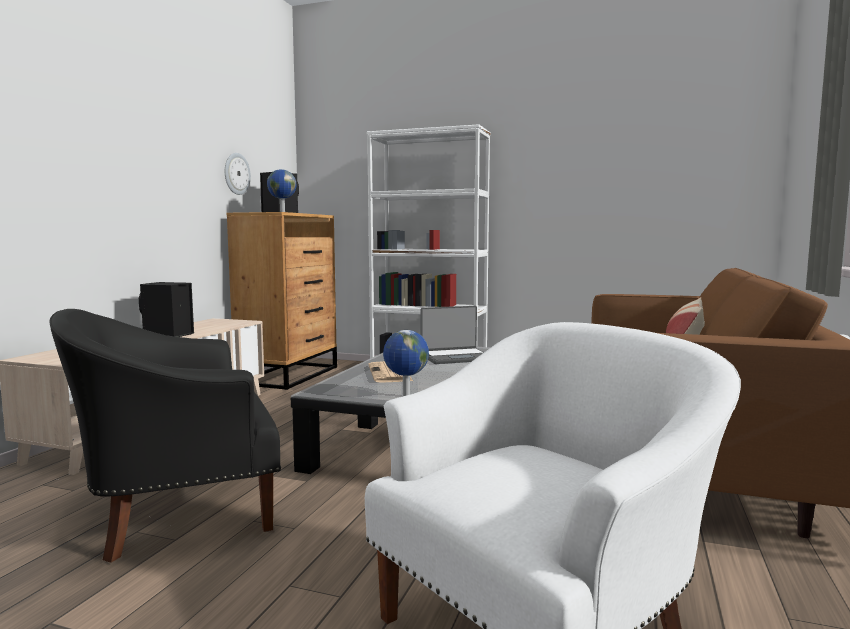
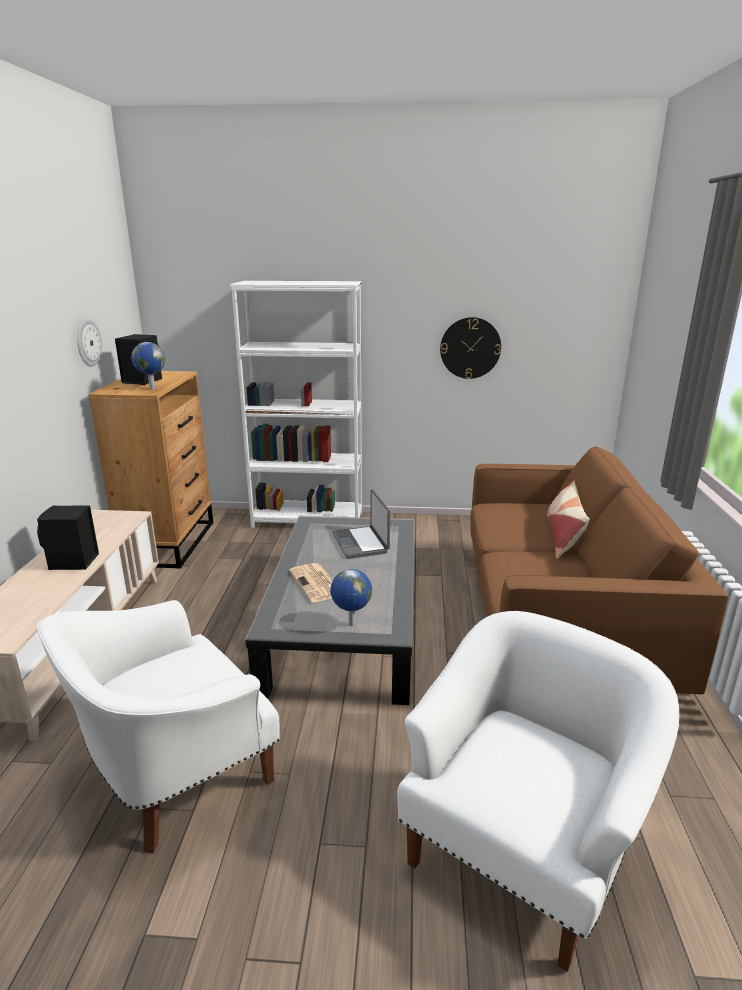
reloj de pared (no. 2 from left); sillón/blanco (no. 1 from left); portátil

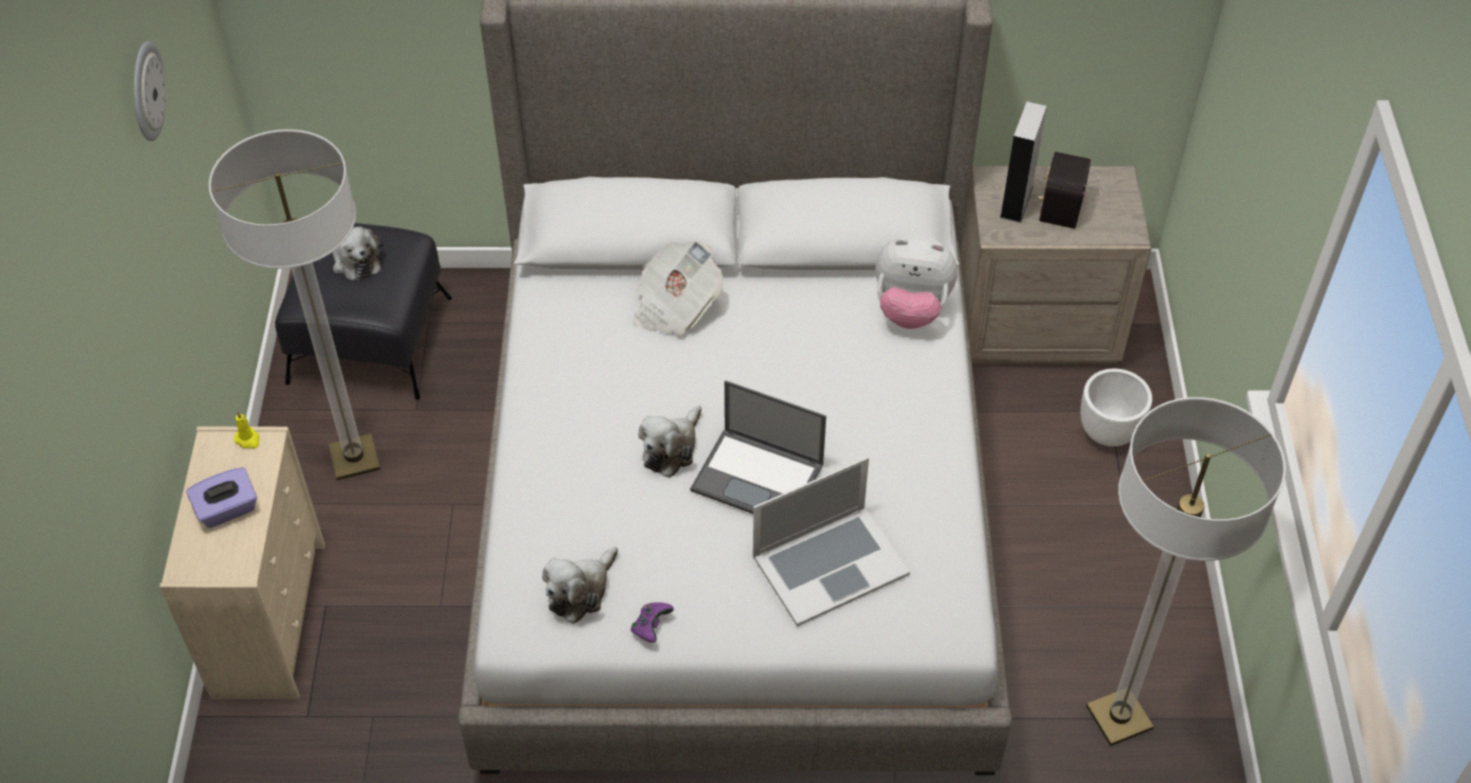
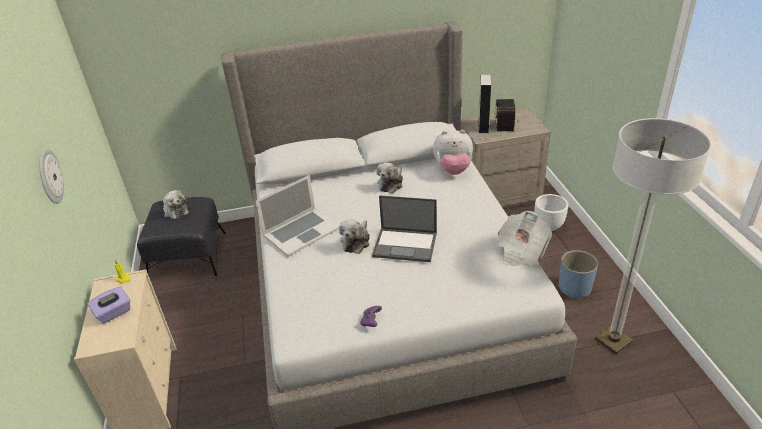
lámpara de pie (no. 1 from left in the first image); maceta/azul; reloj de pared; peluche (no. 3 from left); periódico; portátil (no. 1 from left)

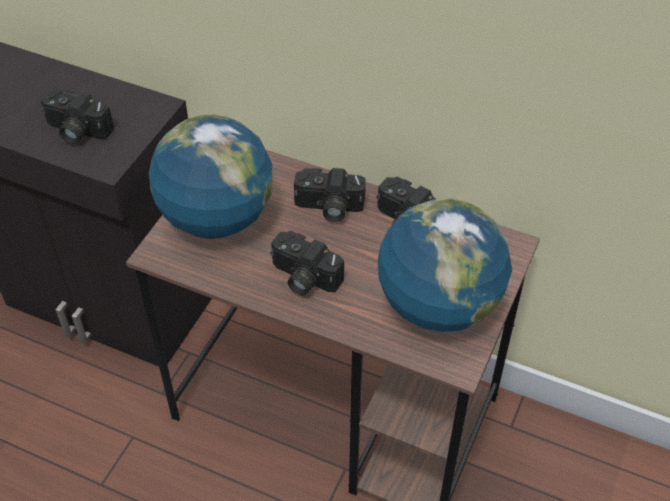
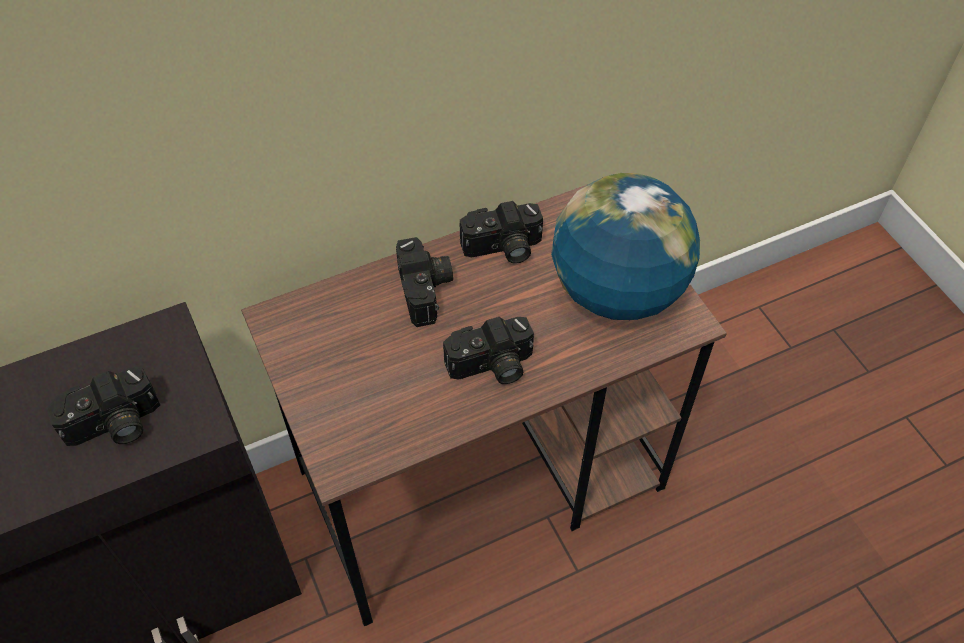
globo terráqueo (no. 1 from left in the first image); cámara (no. 2 from left)

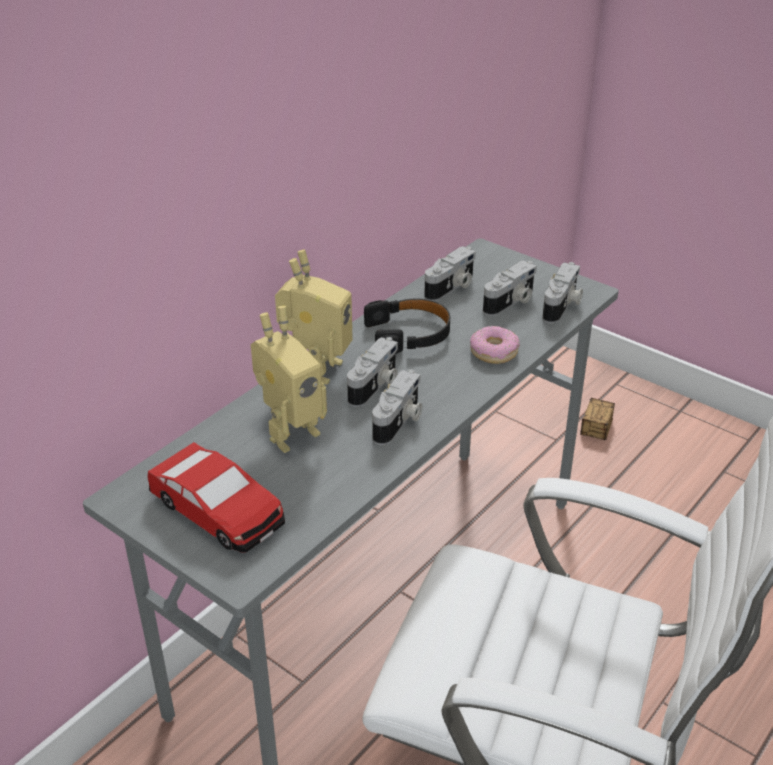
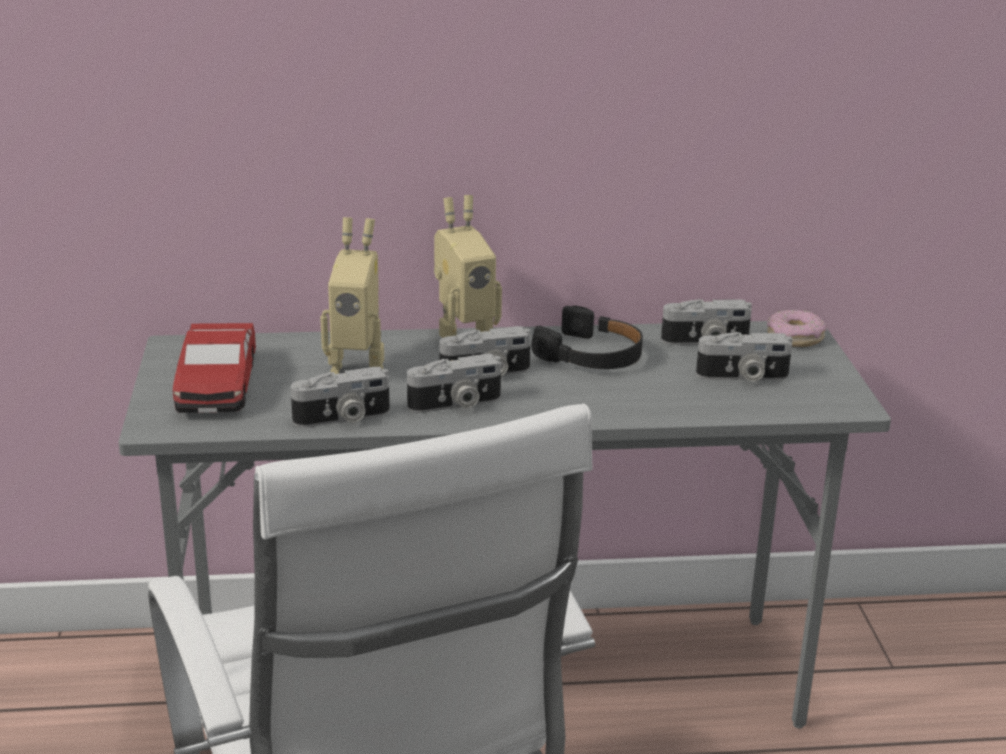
caja de almacenaje; rosquilla; cámara (no. 1 from left)

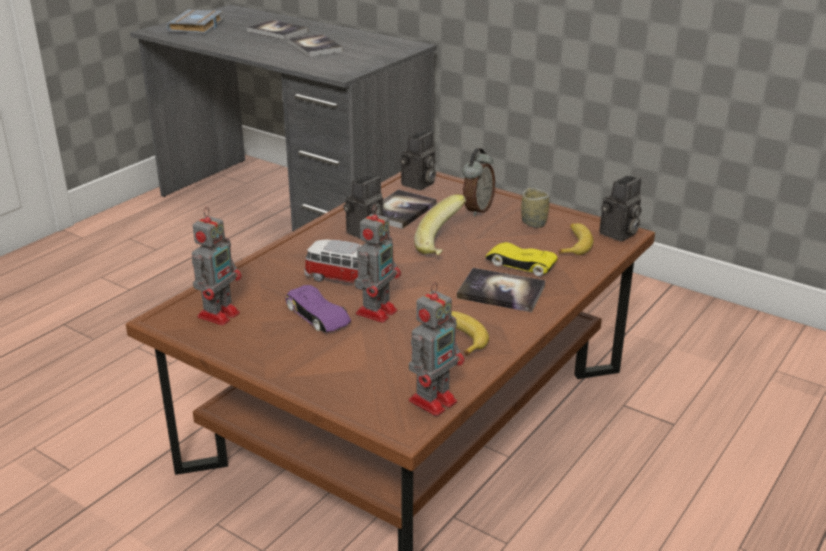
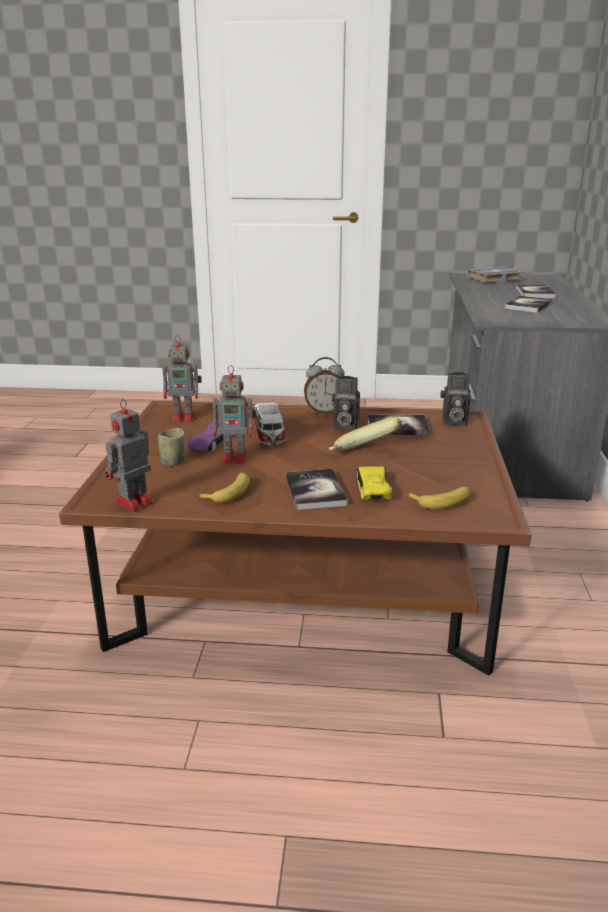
cámara (no. 3 from left in the first image); despertador; taza; robot de juguete (no. 1 from left)

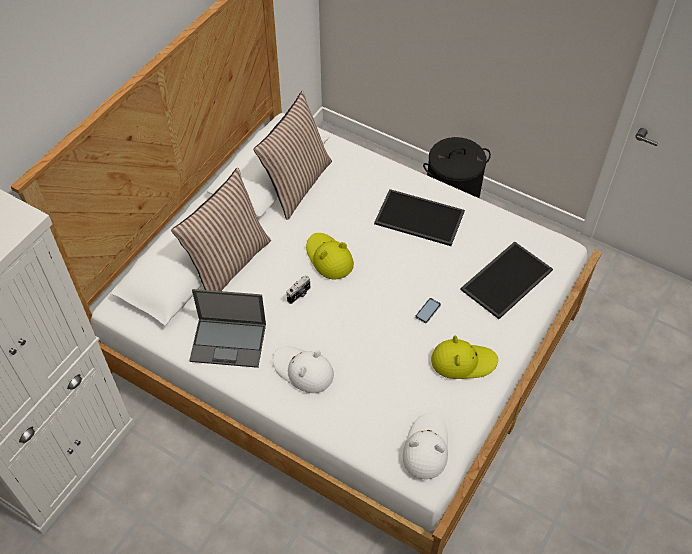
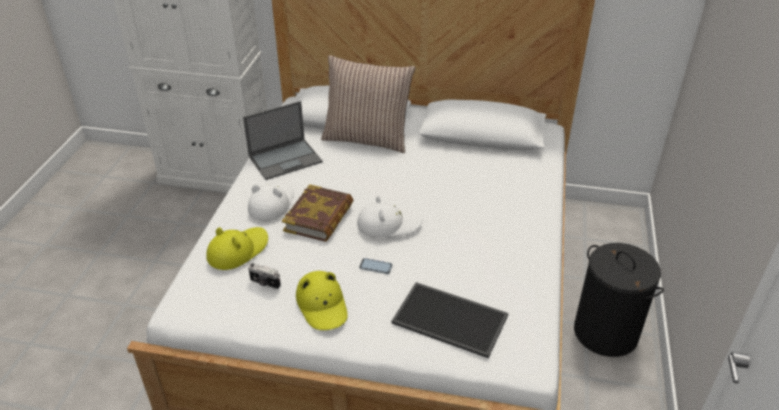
cojín (no. 2 from left in the first image); bandeja (no. 1 from left in the first image); libro; cámara; sombrero/amarillo (no. 1 from left); sombrero/blanco (no. 2 from left); portátil

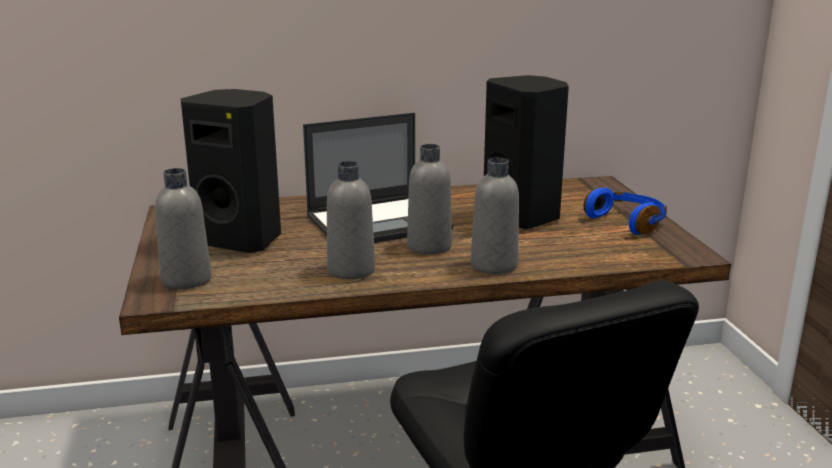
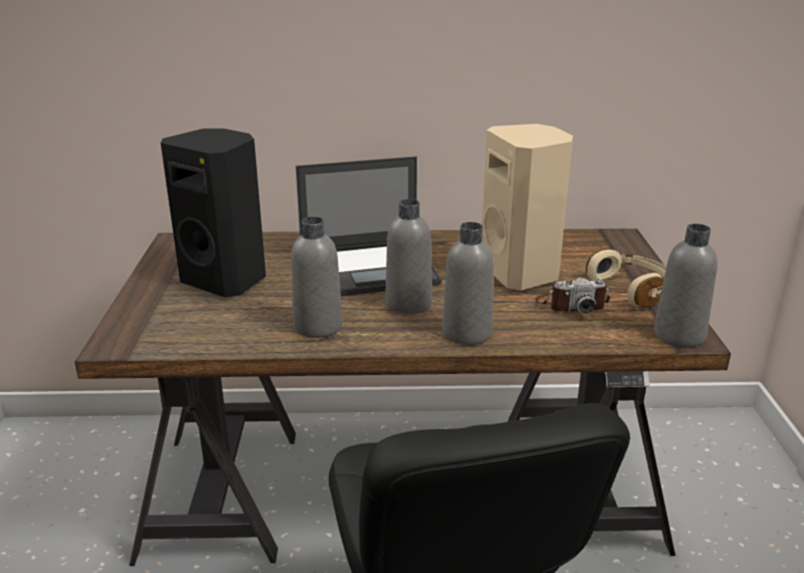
cámara; botella/gris (no. 4 from left); altavoz/beis; auriculares/beis

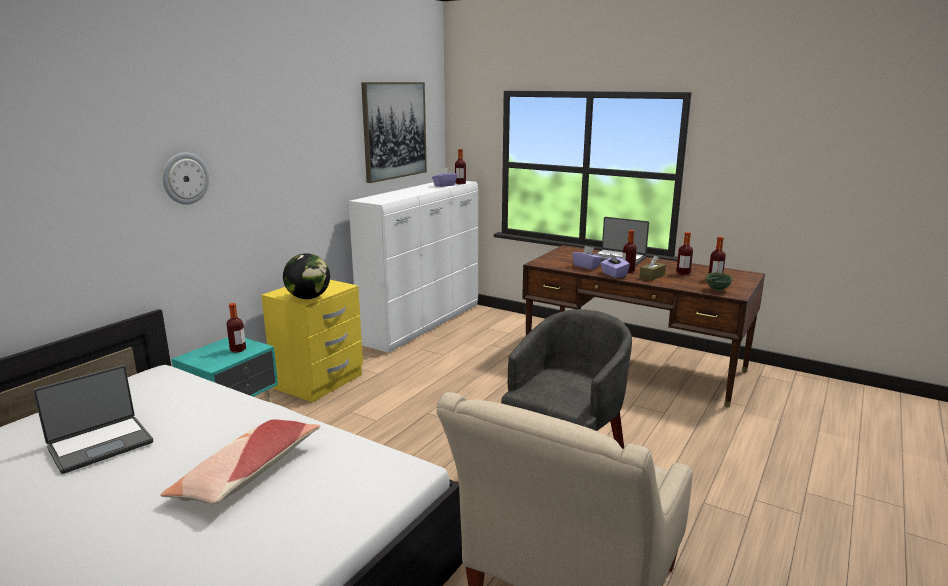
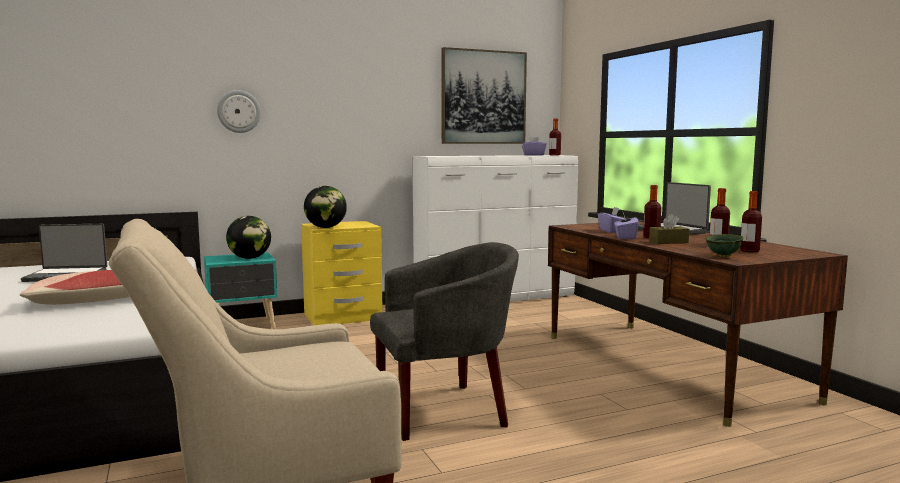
globo terráqueo (no. 1 from left)

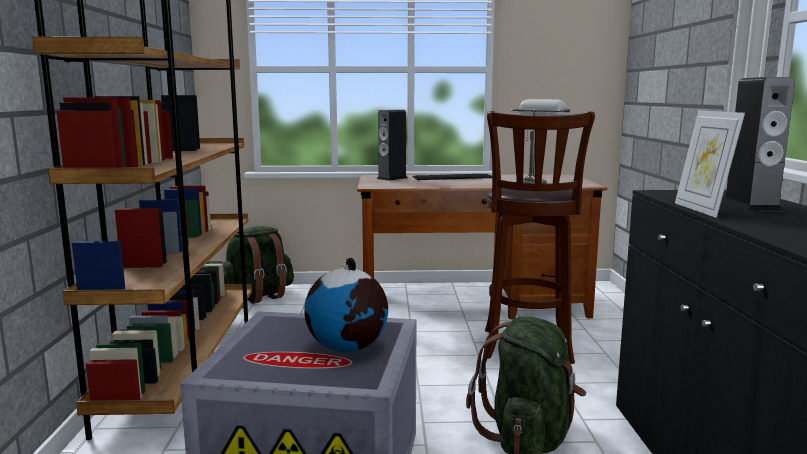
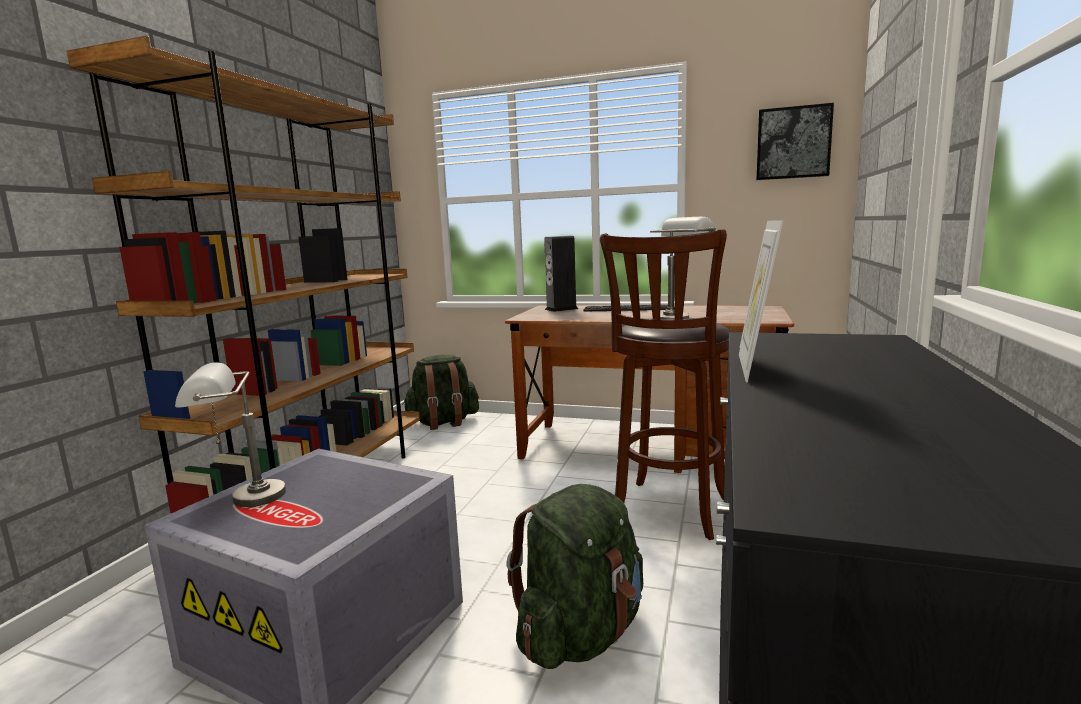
globo terráqueo; altavoz (no. 2 from left in the first image); lámpara de mesa/gris (no. 1 from left); cuadro

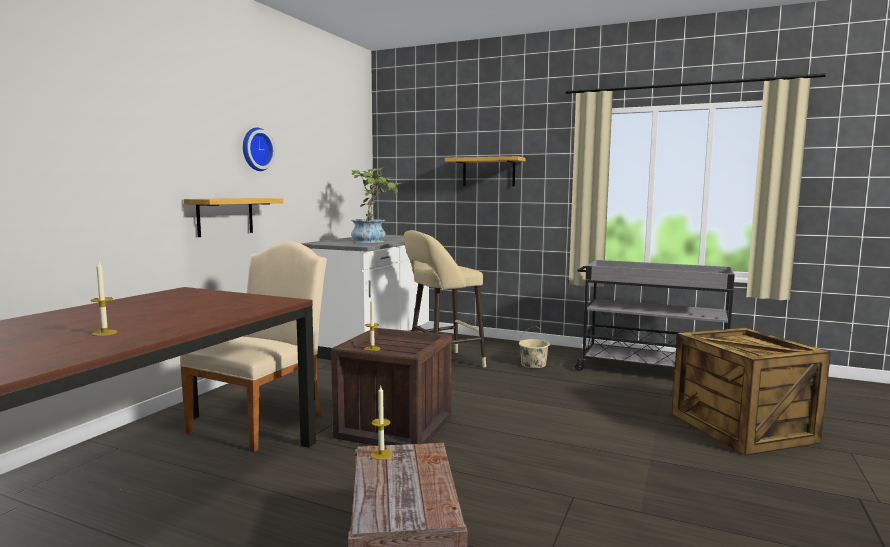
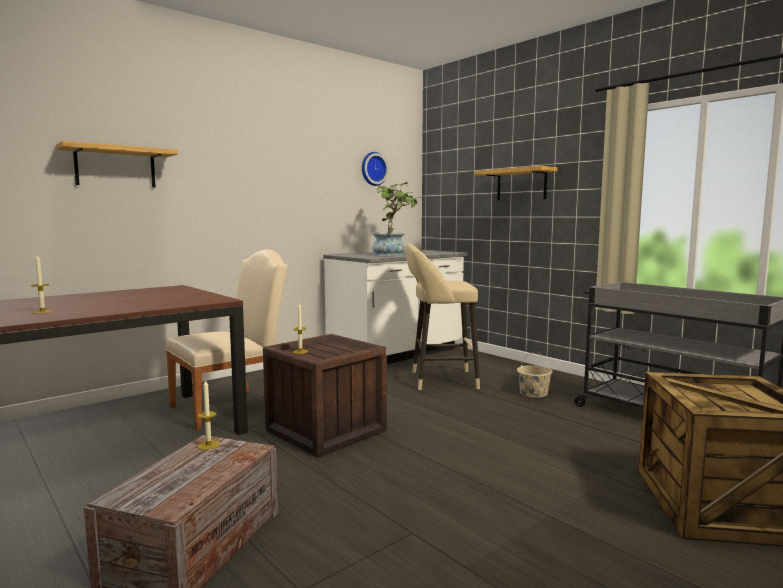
estante (no. 1 from left); reloj de pared

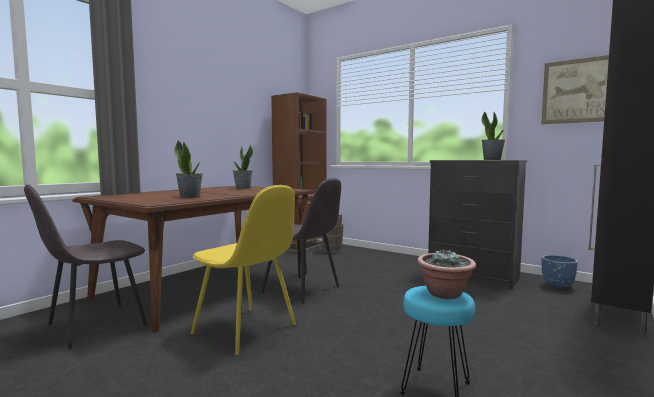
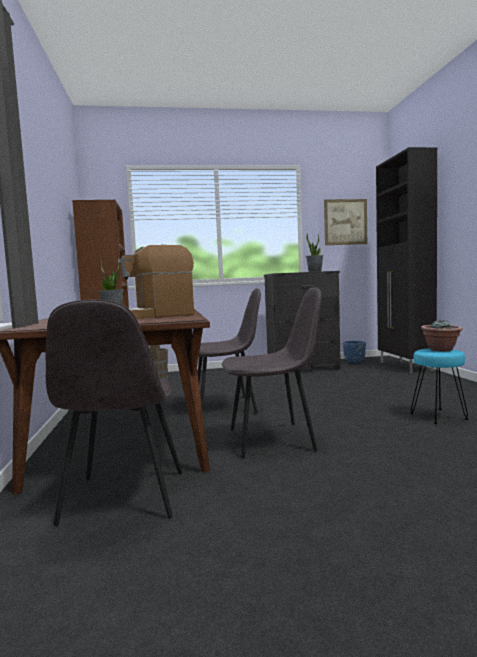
cafetera; silla/gris (no. 3 from left)

